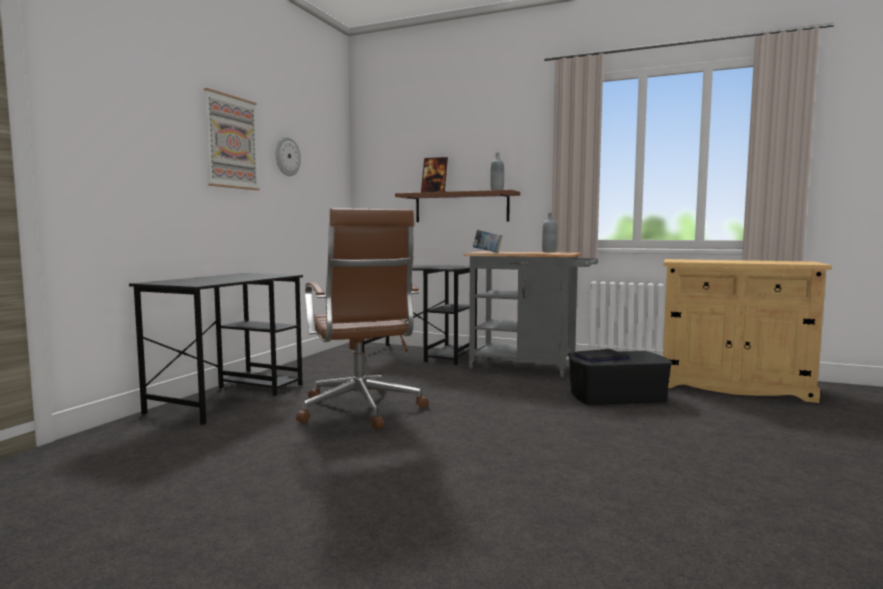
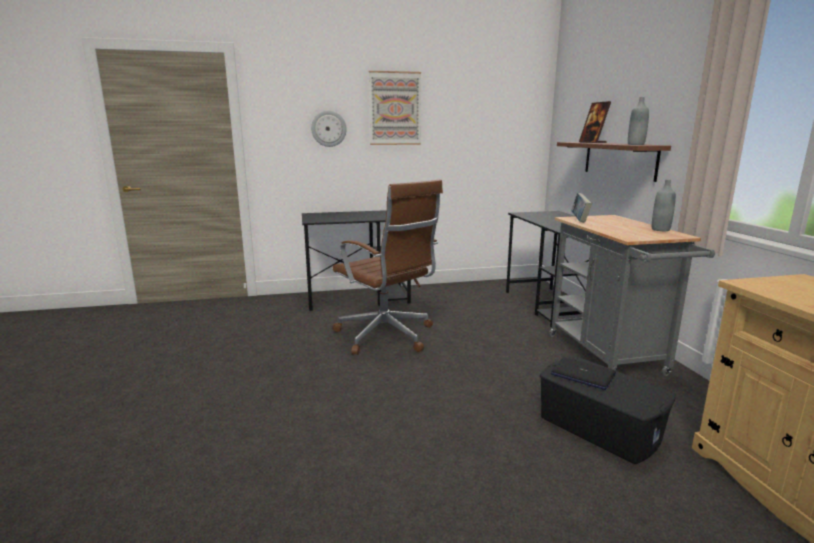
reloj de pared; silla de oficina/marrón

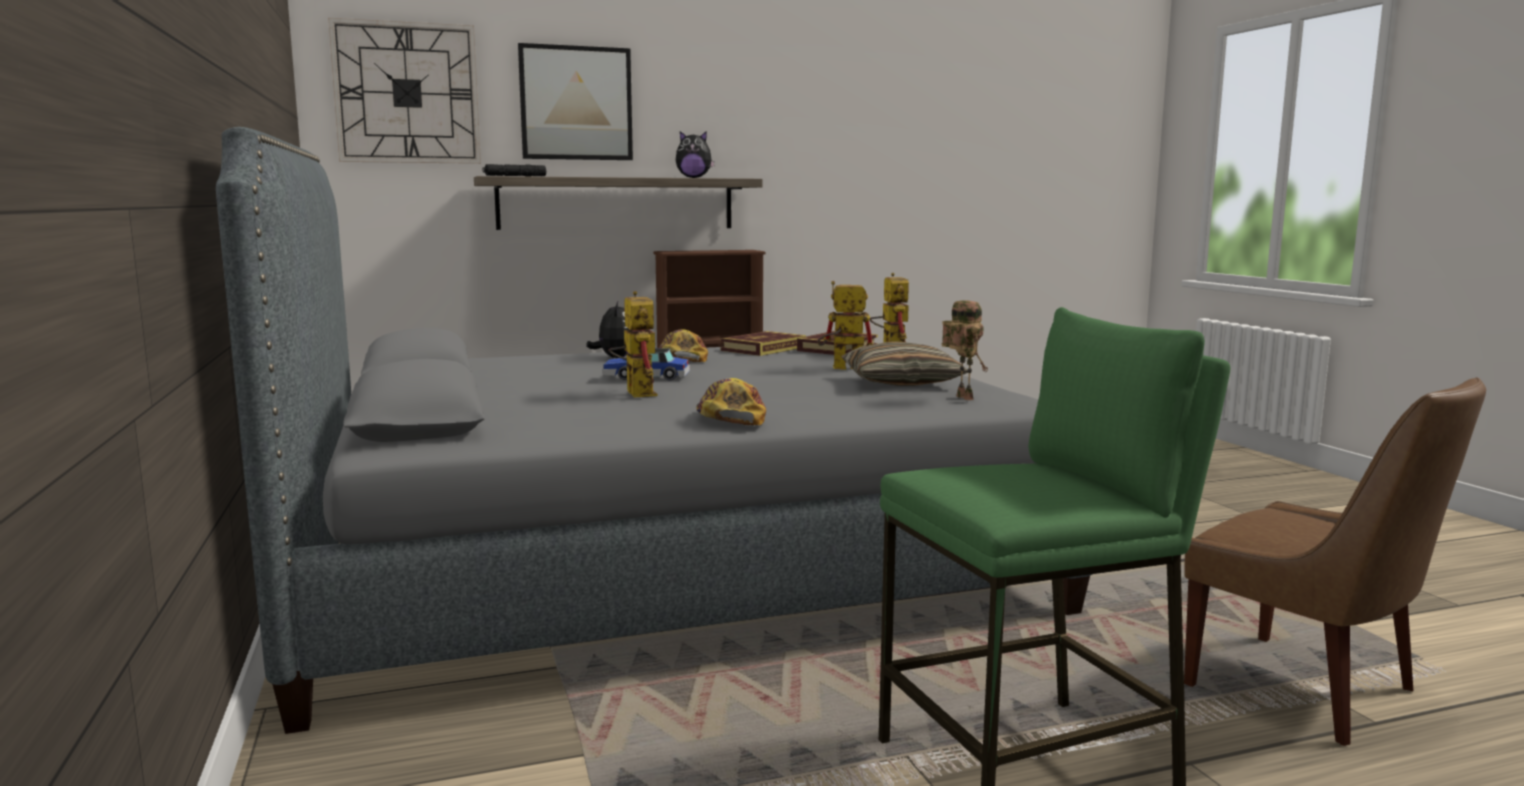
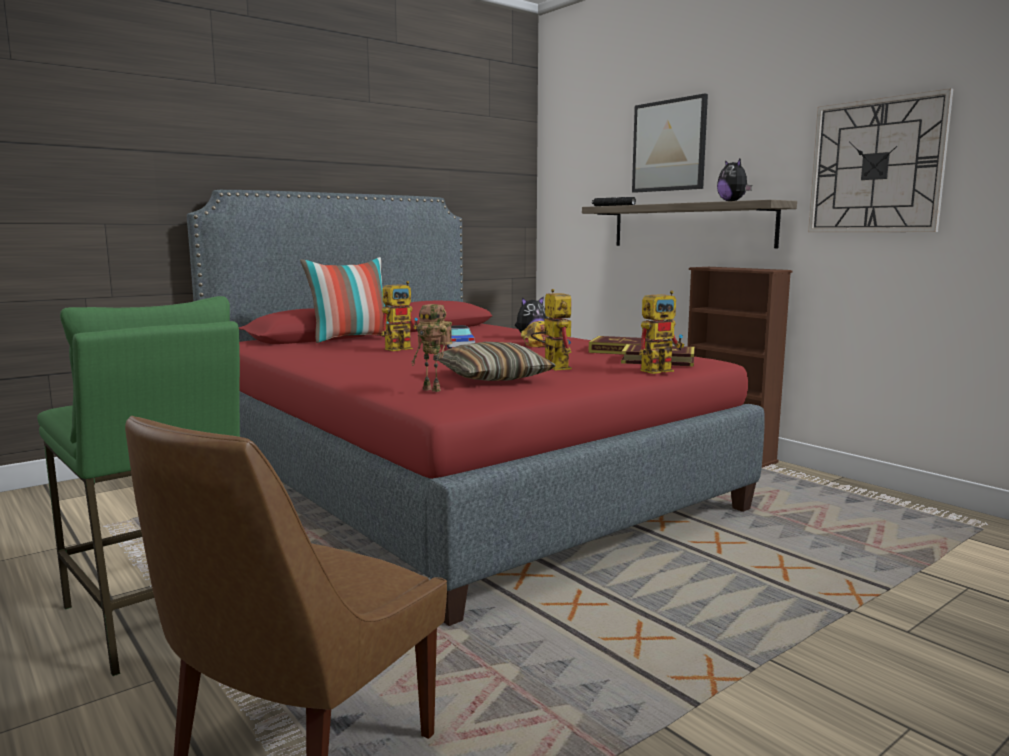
gorra (no. 2 from left in the first image); cojín (no. 1 from left); reloj de pared; cama/rojo; robot de juguete (no. 2 from left)

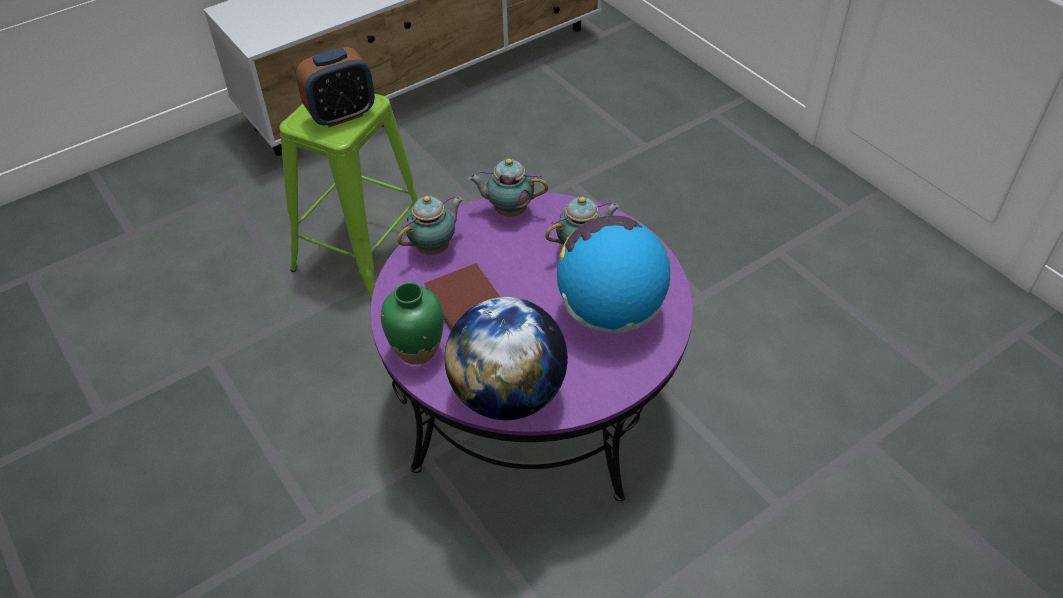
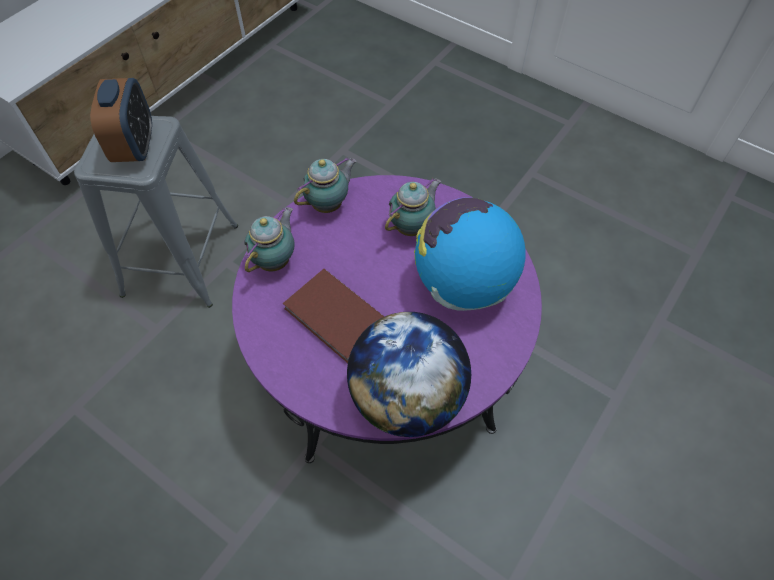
florero/verde; taburete/gris; despertador; tetera (no. 2 from left)

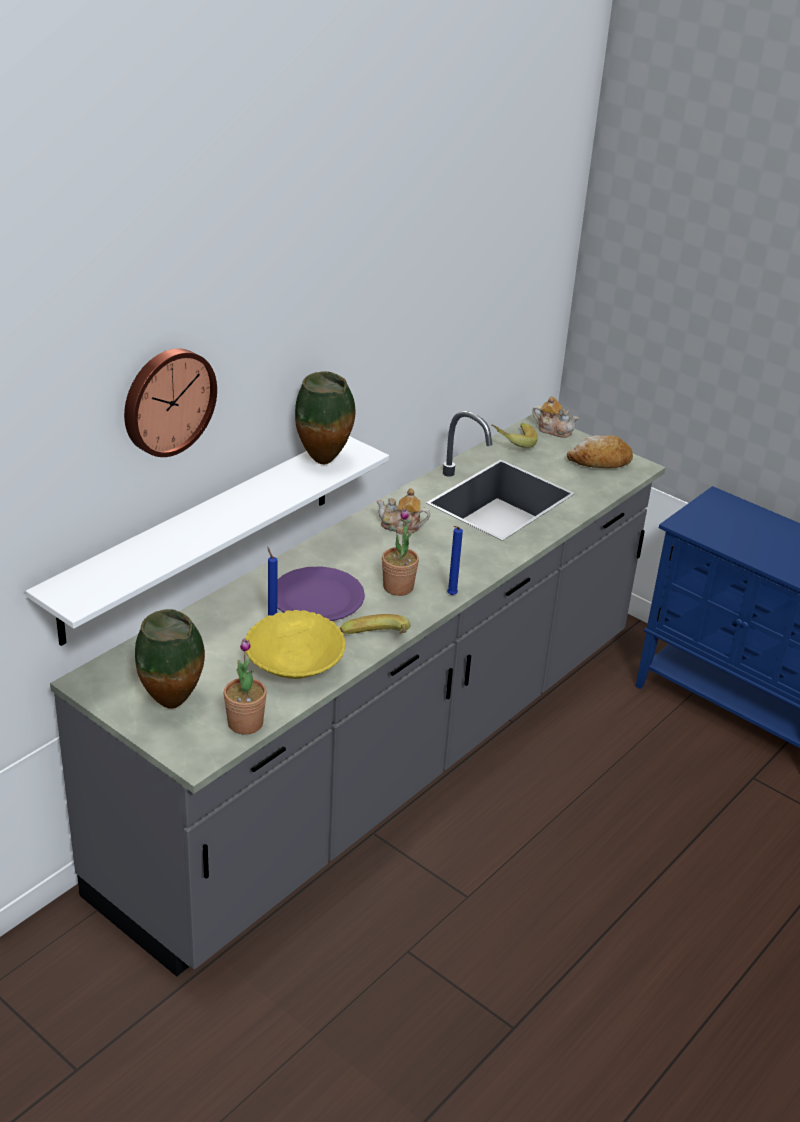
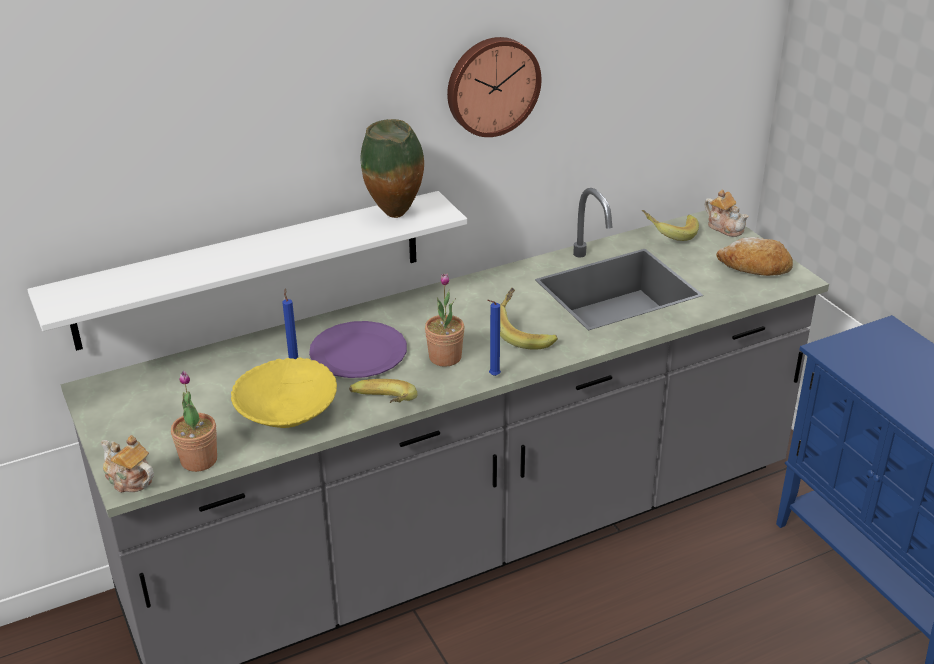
florero (no. 1 from left in the first image); plátano (no. 2 from left); reloj de pared; tetera (no. 1 from left)

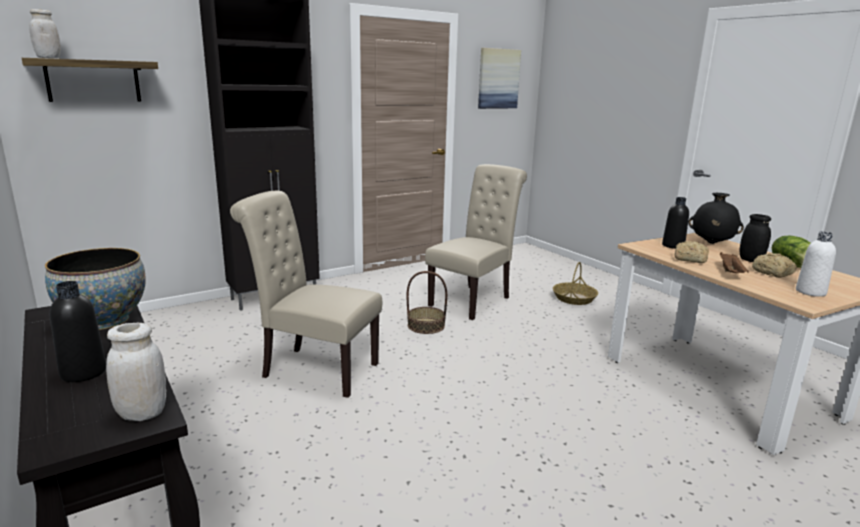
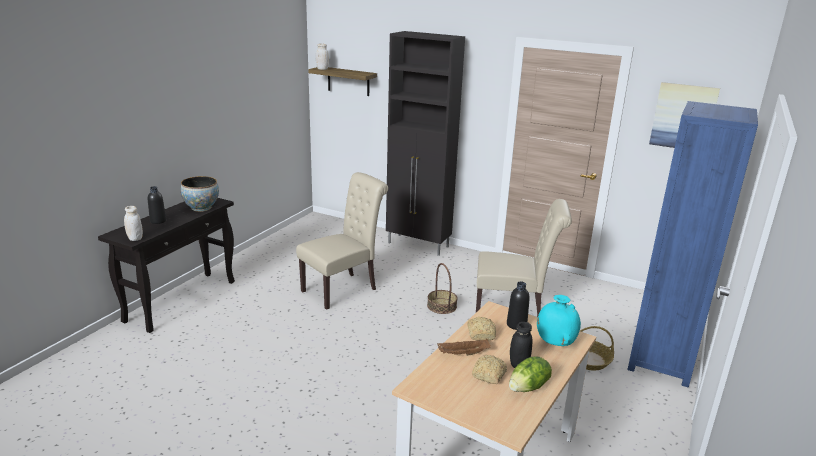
botella/blanco; estantería/azul; florero/turquesa; silla/beis (no. 1 from left)

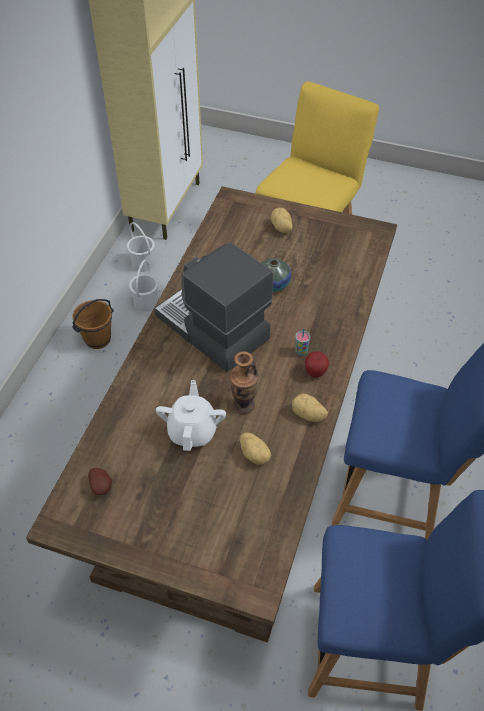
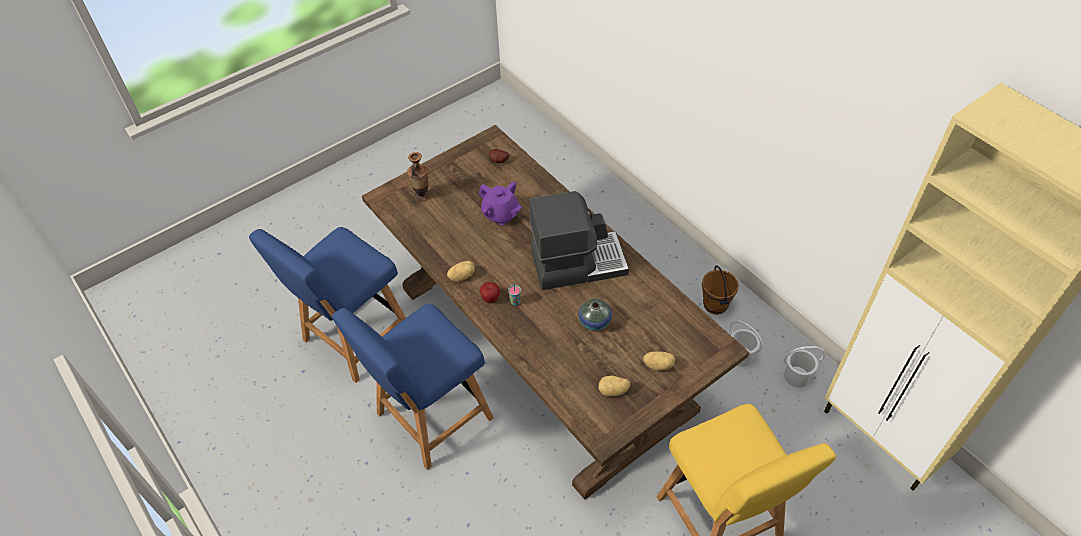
florero (no. 1 from left); patata (no. 3 from left); tetera/morado

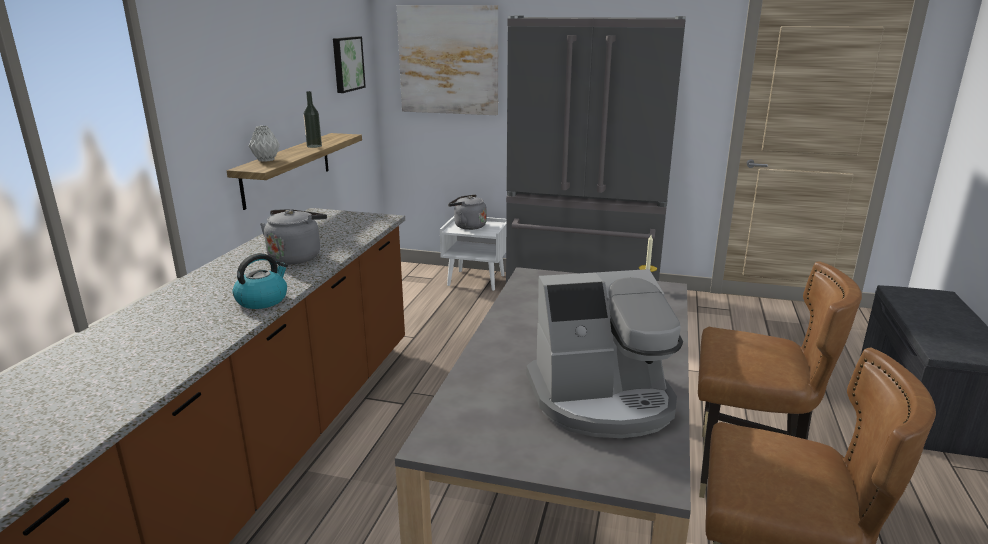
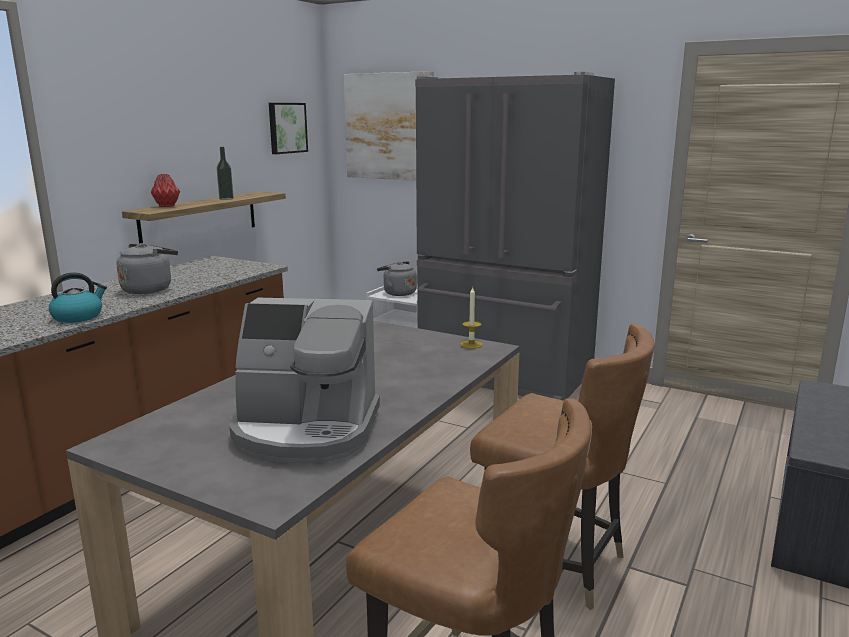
florero/rojo

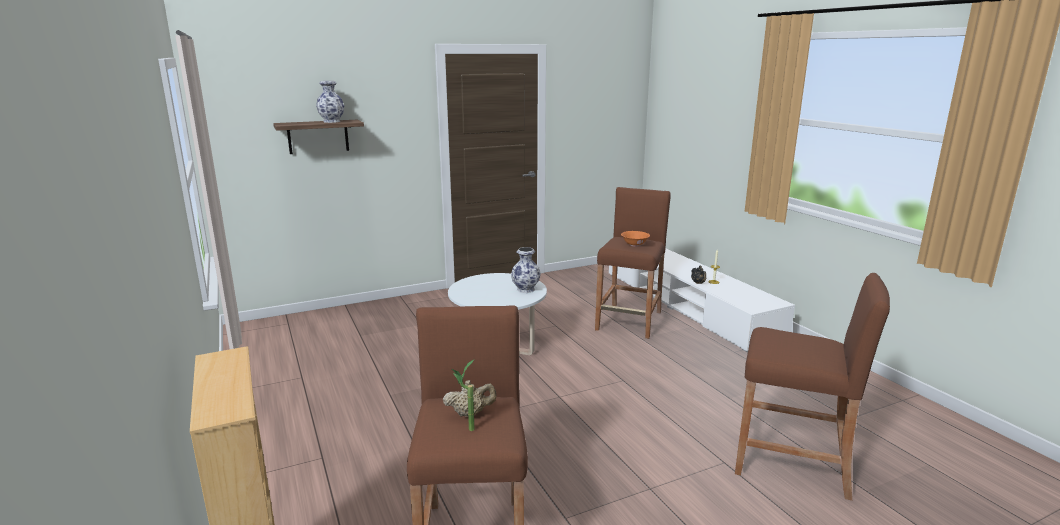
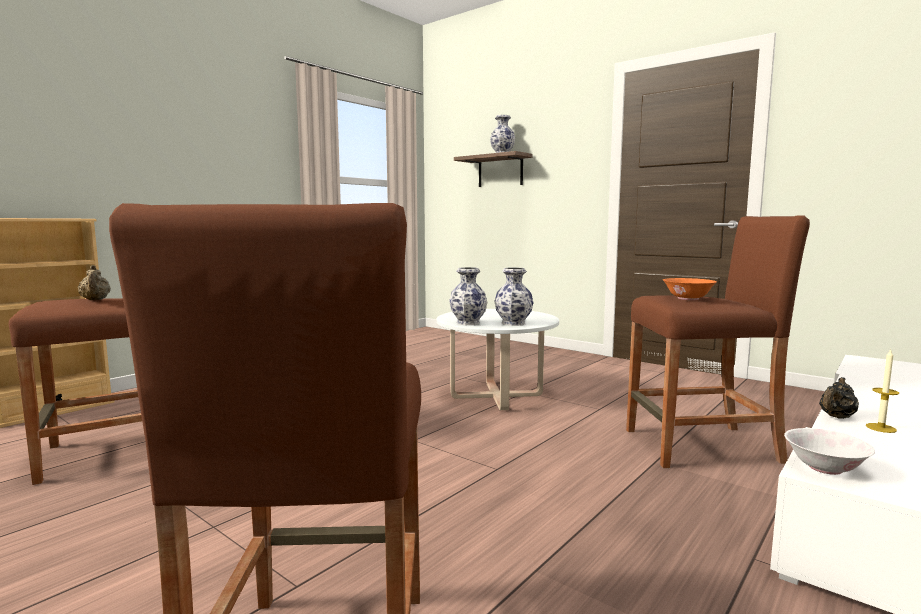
planta en maceta; florero (no. 1 from left); cuenco/blanco

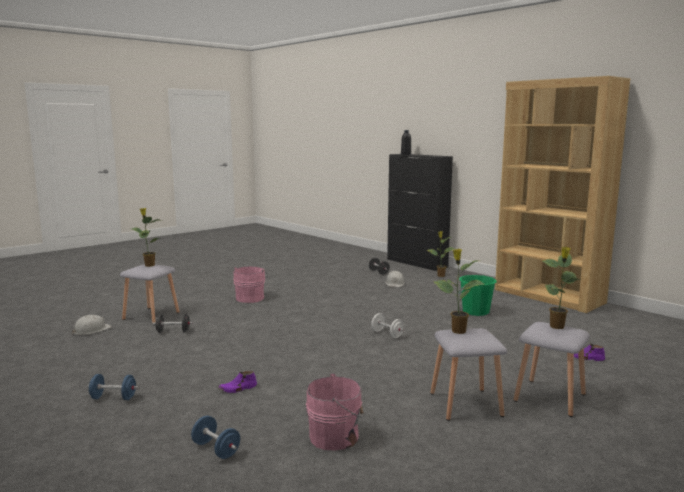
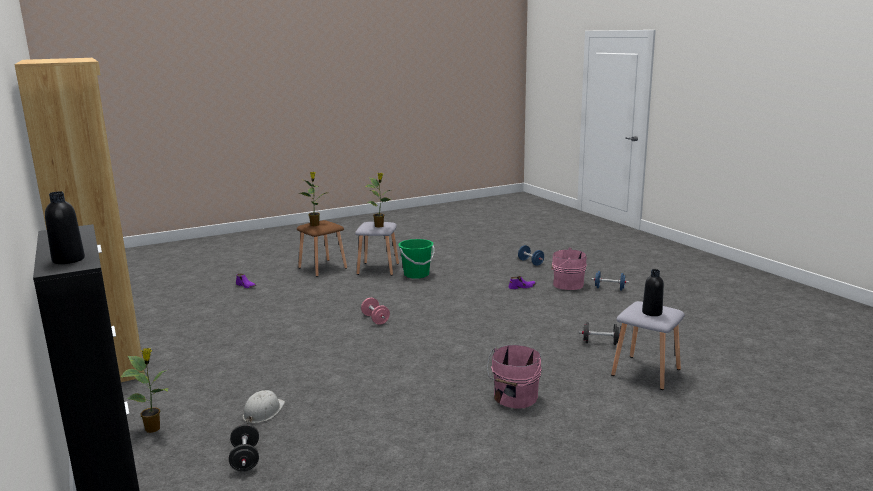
casco/blanco (no. 1 from left in the first image); cubo/rosa (no. 2 from left); cubo/verde; botella/negro (no. 2 from left); mancuerna/rosa; taburete/marrón

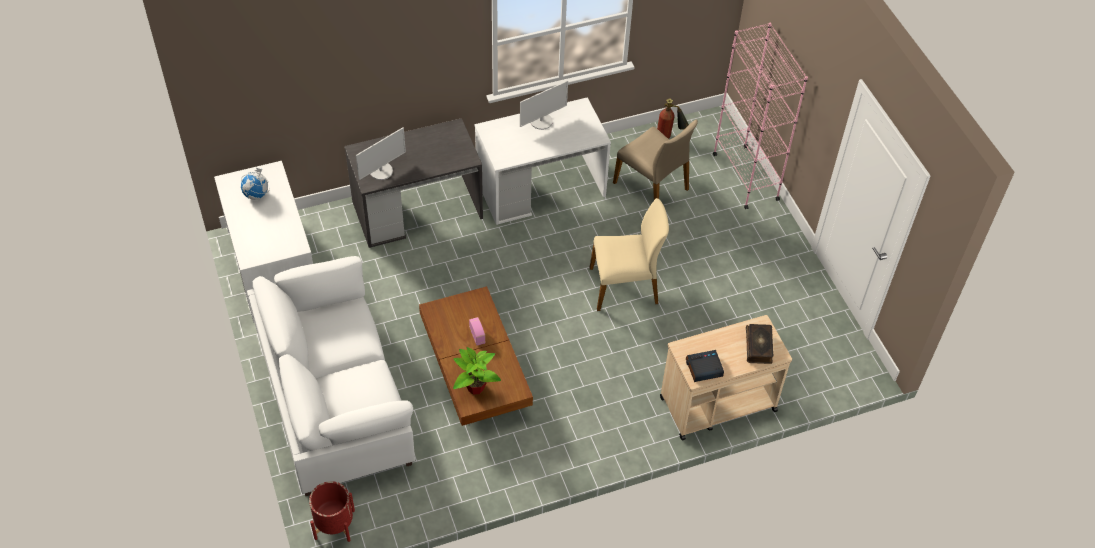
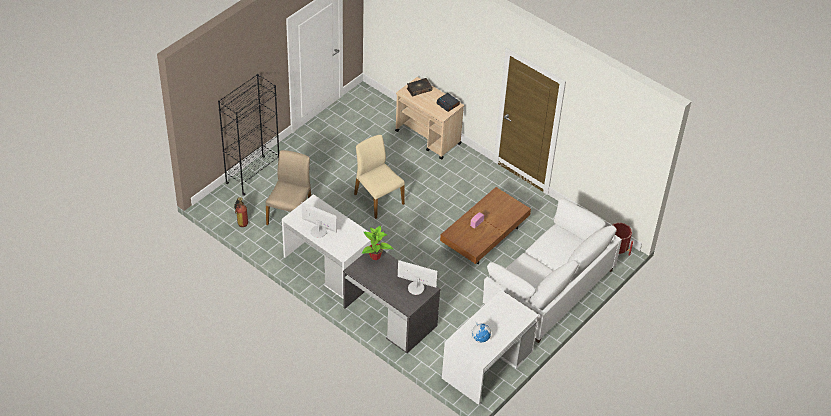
planta en maceta; estantería/negro

